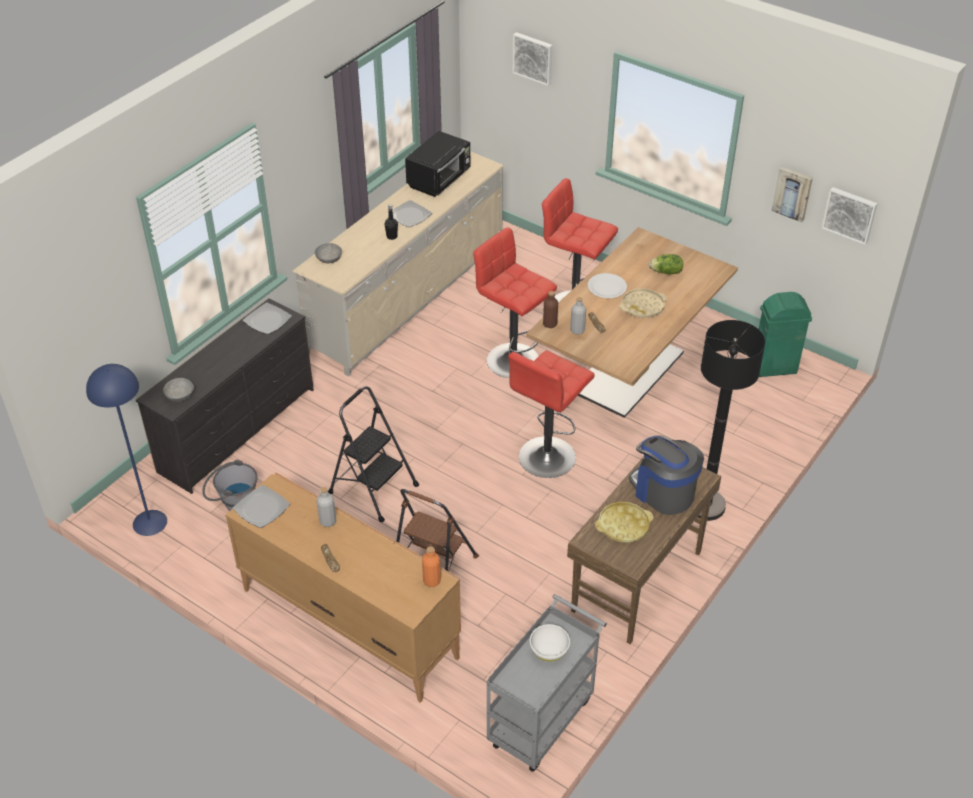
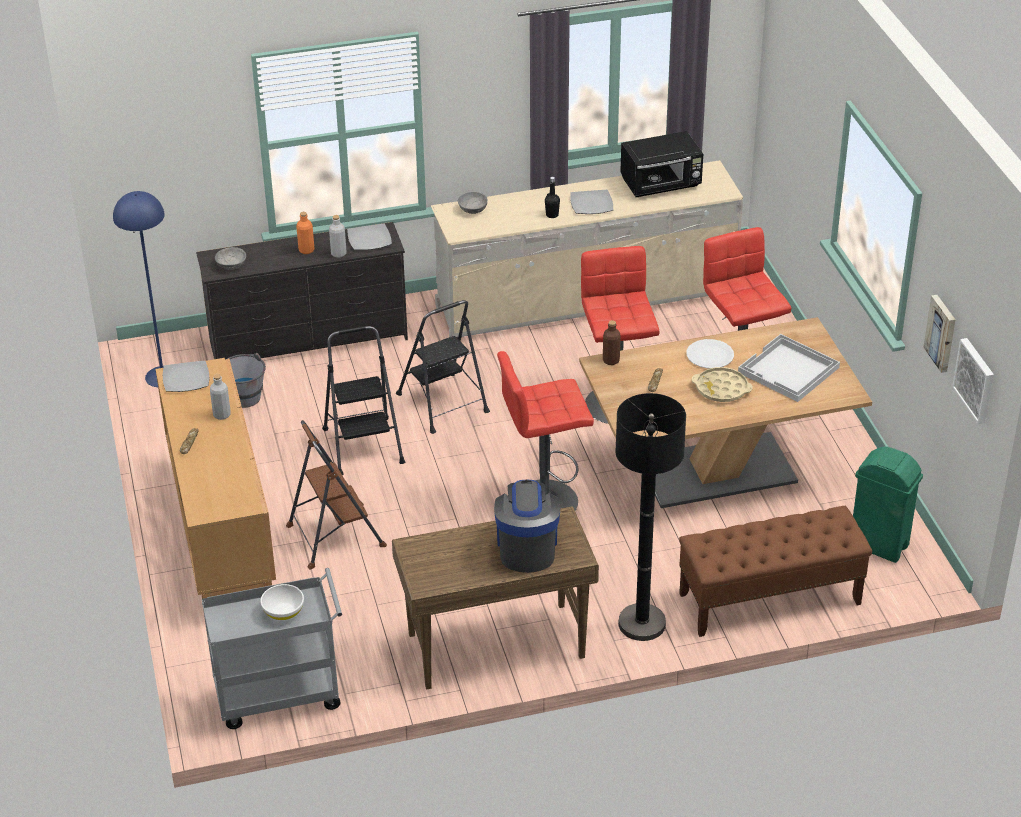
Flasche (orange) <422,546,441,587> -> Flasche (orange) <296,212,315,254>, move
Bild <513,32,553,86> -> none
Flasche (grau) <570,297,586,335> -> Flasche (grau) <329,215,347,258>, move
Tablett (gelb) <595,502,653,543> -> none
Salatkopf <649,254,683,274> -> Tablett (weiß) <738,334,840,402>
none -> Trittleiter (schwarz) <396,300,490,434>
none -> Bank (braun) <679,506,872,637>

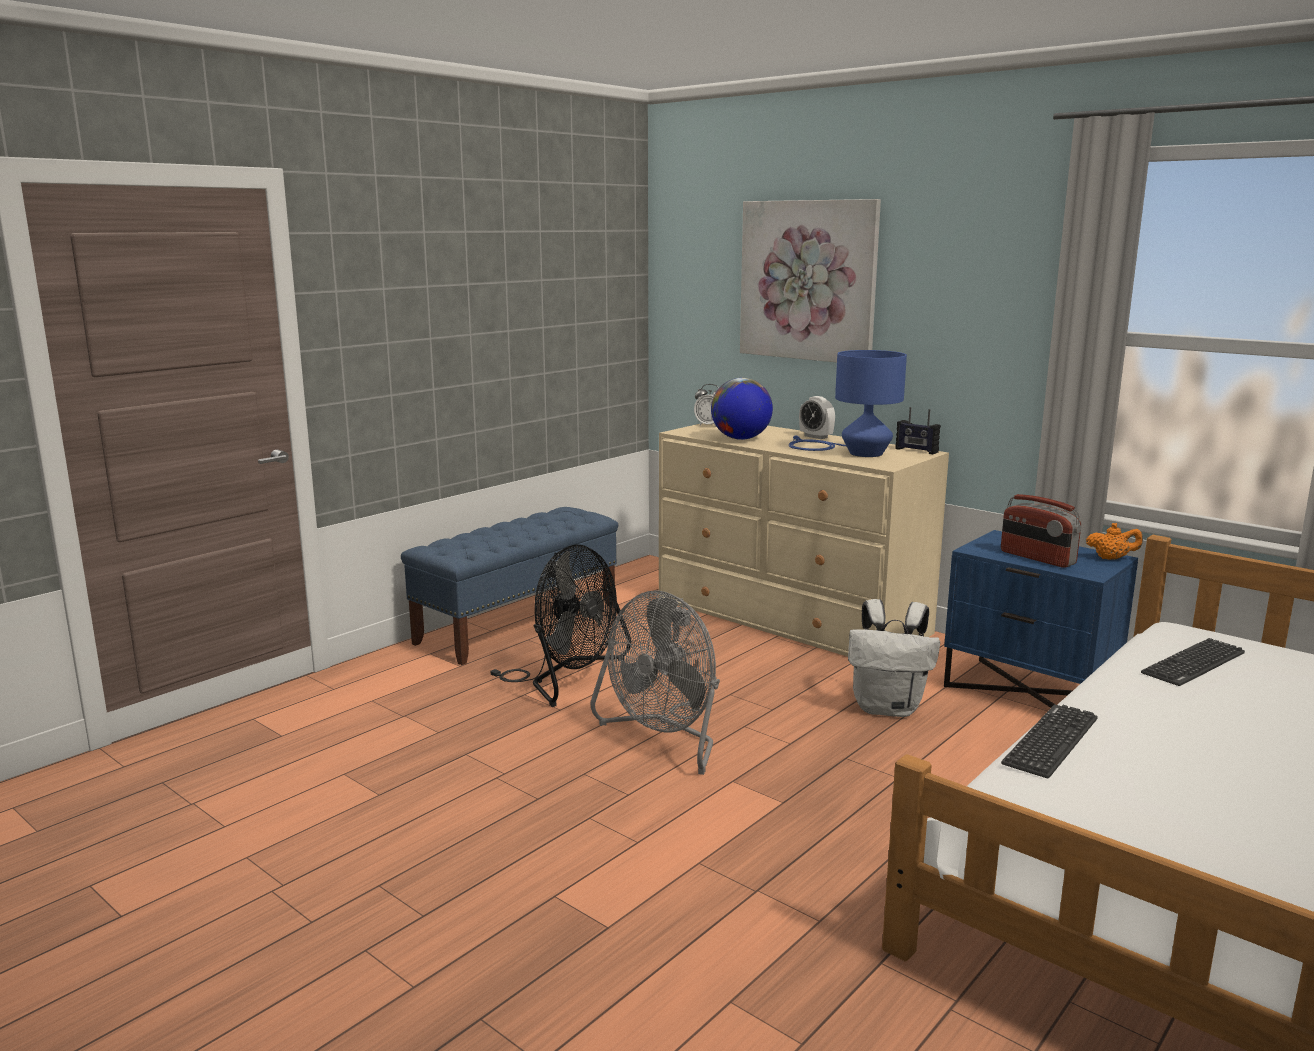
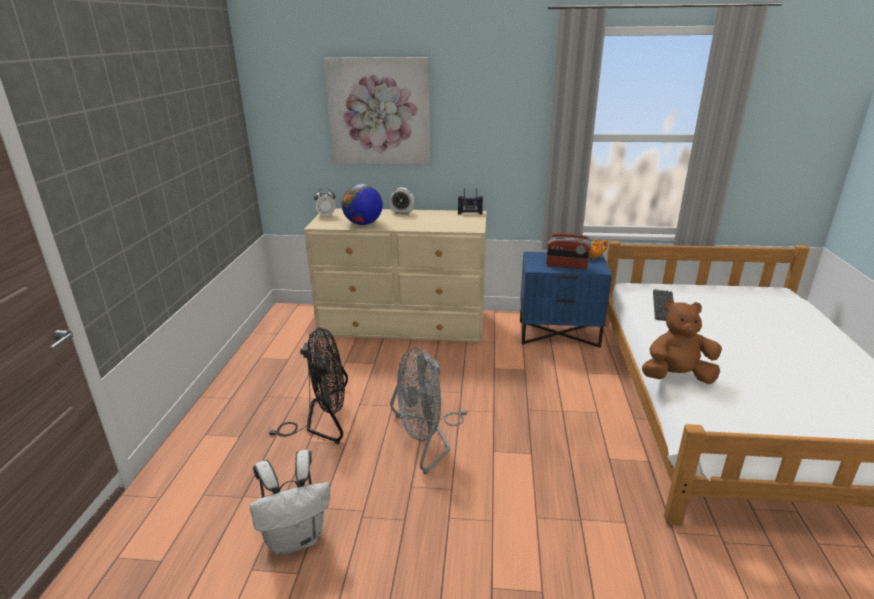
Bank (blau) <401,507,618,665> -> none
Ventilator (grau) <591,591,720,775> -> Ventilator (grau) <390,347,468,475>, 60 degrees clockwise
Tischlampe (blau) <789,350,907,457> -> none
Rucksack (weiß) <848,599,940,717> -> Rucksack (weiß) <250,450,330,555>, move
Tastatur <1001,704,1098,778> -> Plüschtier (braun) <642,300,722,384>

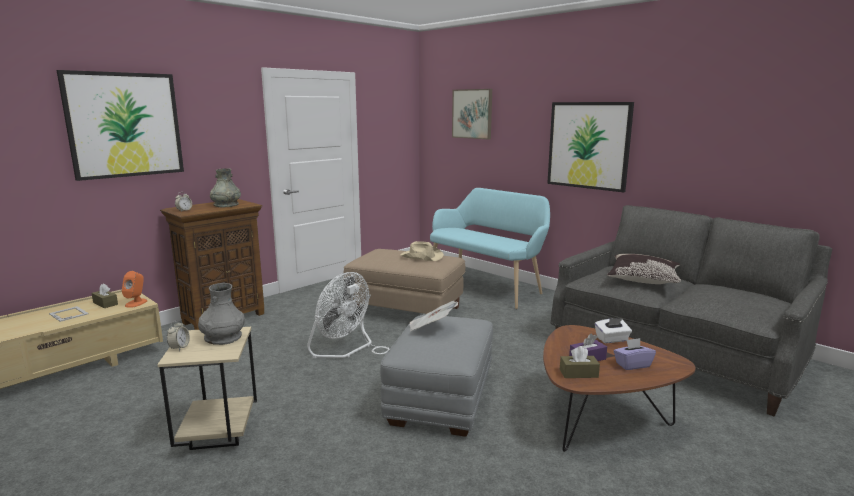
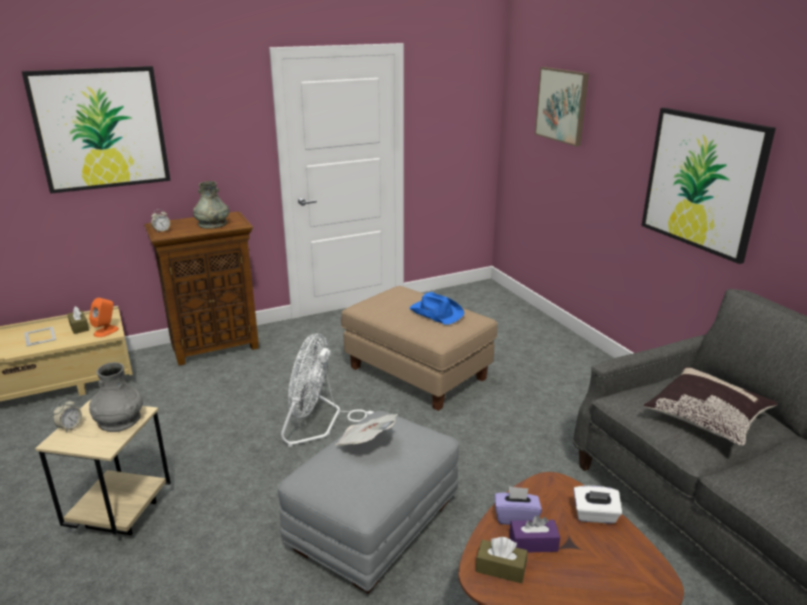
Ventilator (weiß) <307,272,389,358> -> Ventilator (weiß) <281,333,374,447>, 45 degrees counterclockwise
Hut (beige) <400,241,444,261> -> Hut (blau) <409,292,464,325>
Bank (türkis) <430,188,550,309> -> none
Taschentuchbox (lila) <613,338,656,370> -> Taschentuchbox (lila) <495,486,542,525>, move

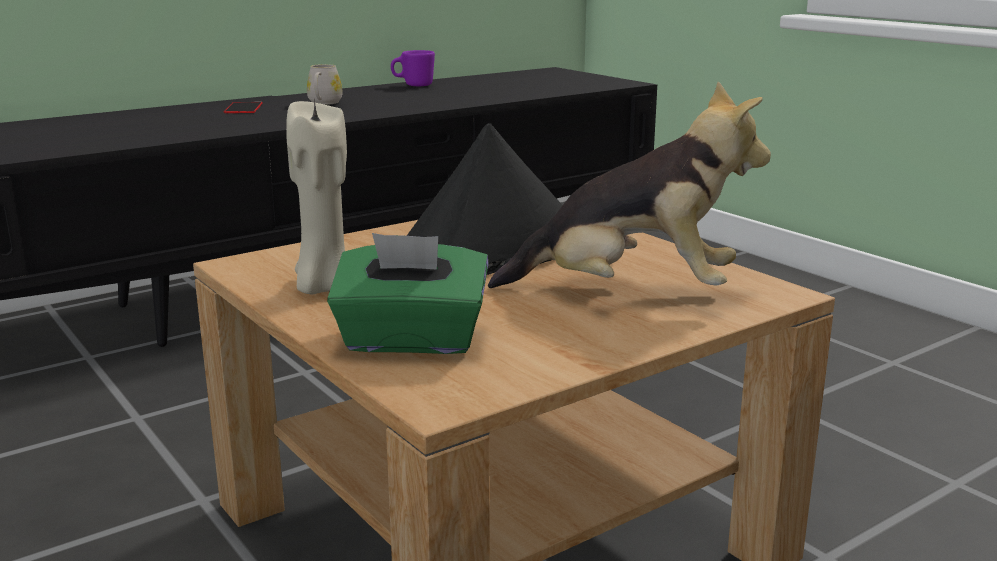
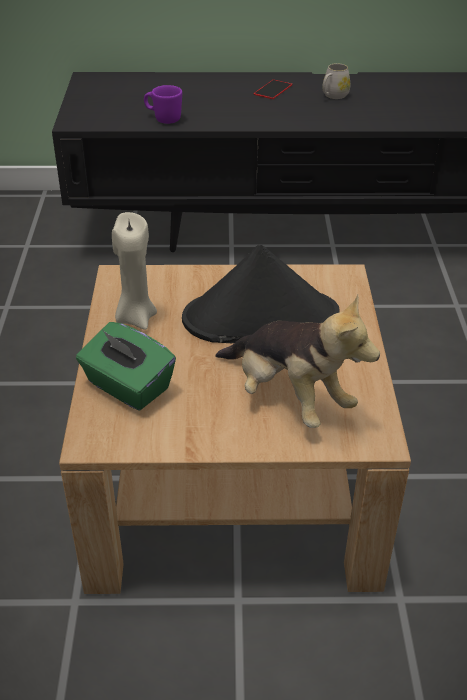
Henkelbecher (lila) <391,50,435,86> -> Henkelbecher (lila) <144,85,182,124>, move

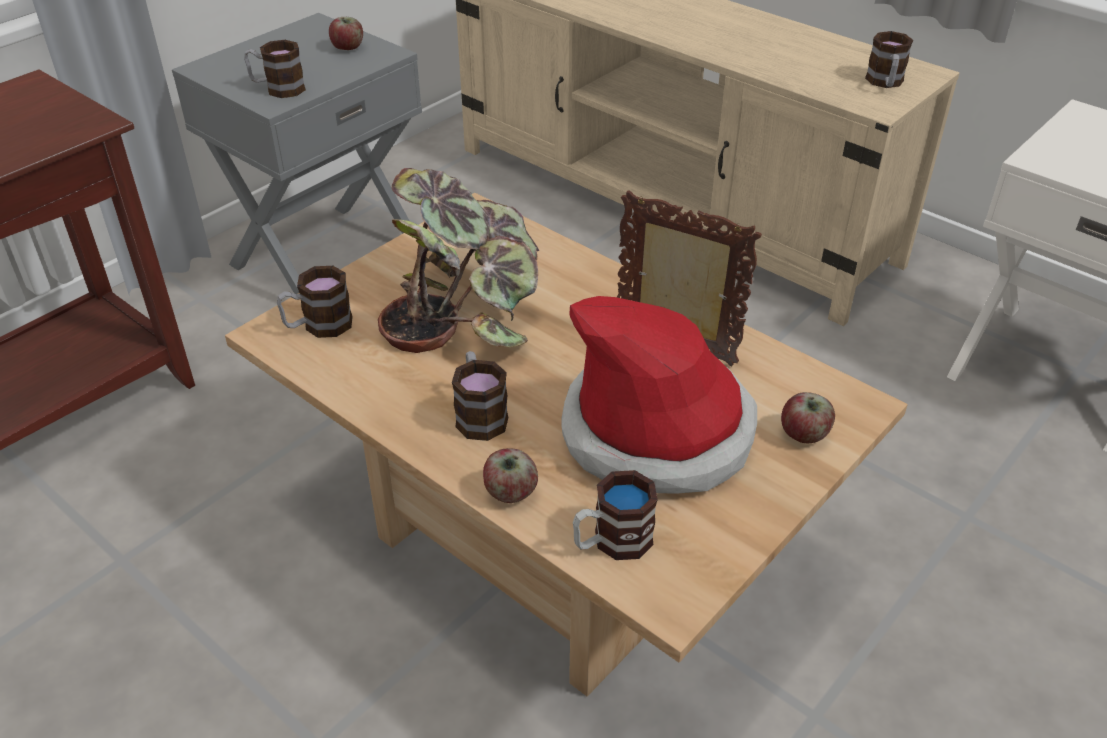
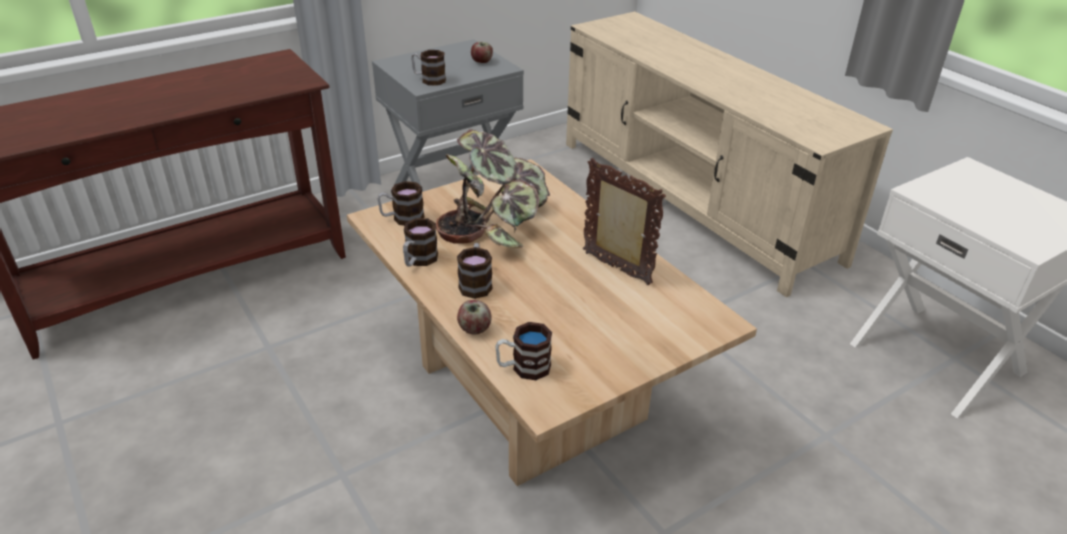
Hut <562,296,757,494> -> none
Apfel <781,392,835,443> -> none
Henkelbecher <865,31,913,88> -> Henkelbecher <403,218,438,267>, move

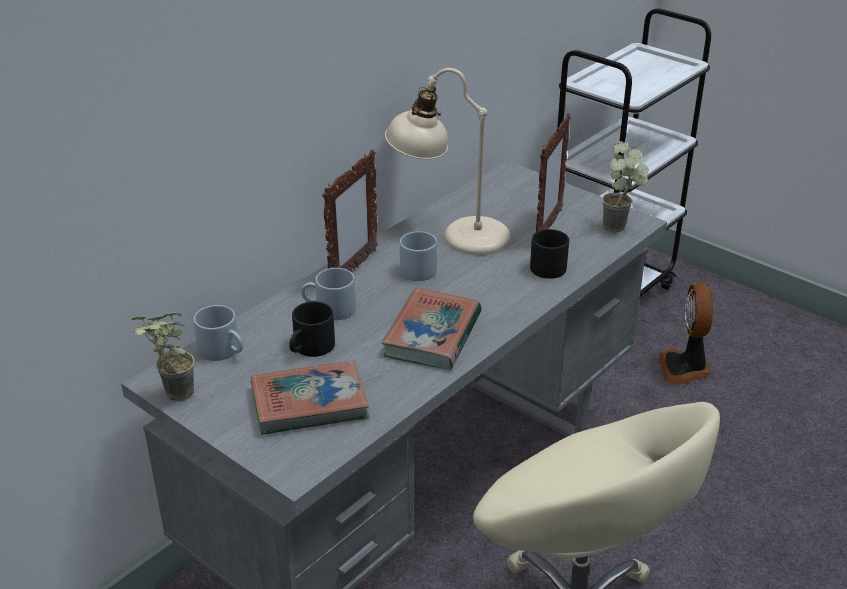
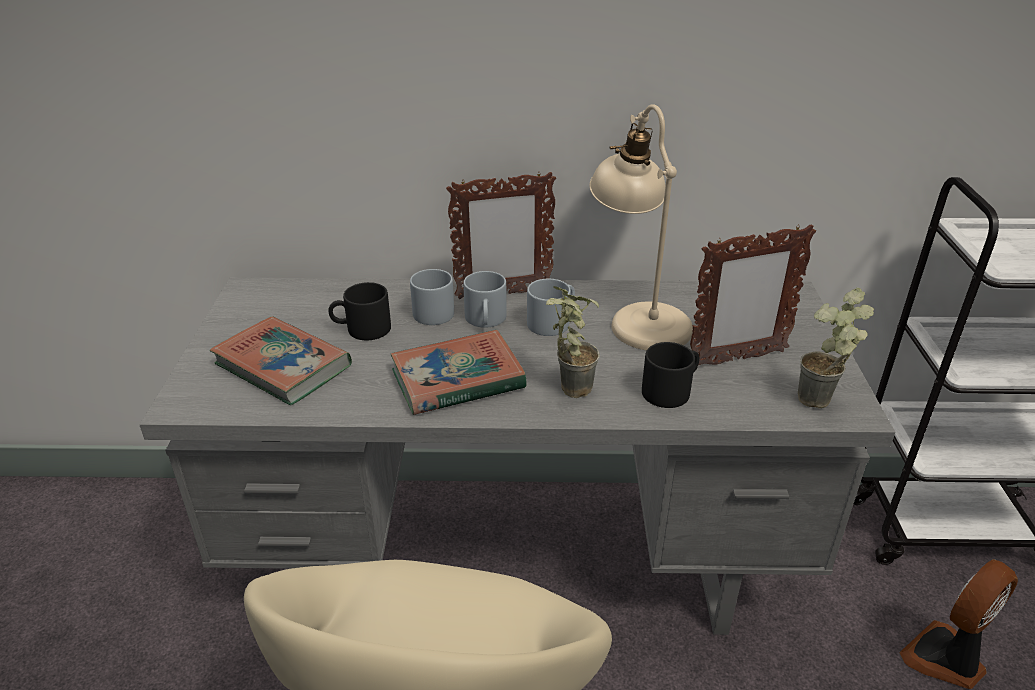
Topfpflanze <131,313,194,402> -> Topfpflanze <546,286,600,398>, move
Henkelbecher (grau) <193,305,243,361> -> Henkelbecher (grau) <463,271,507,328>, move

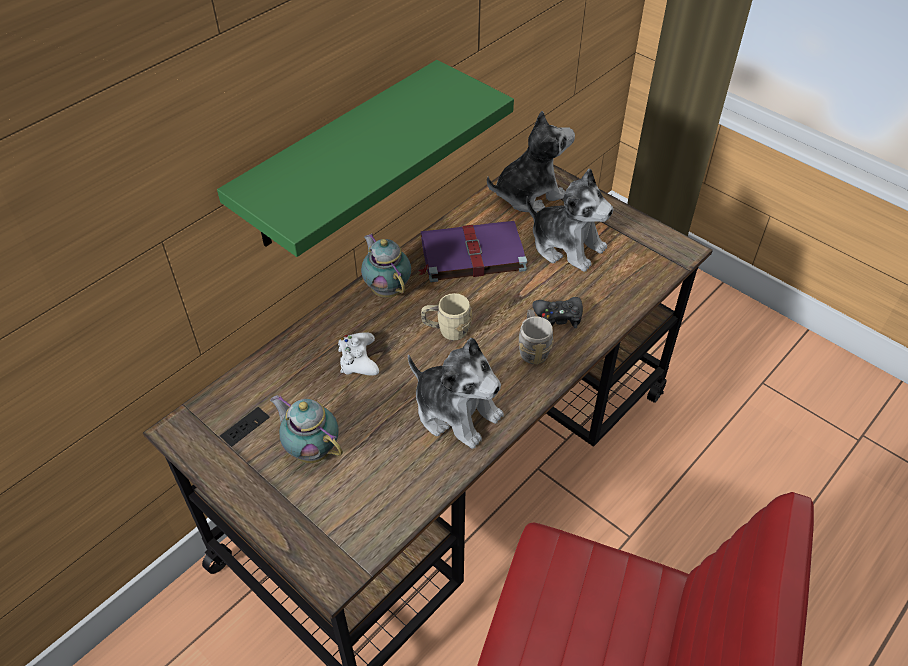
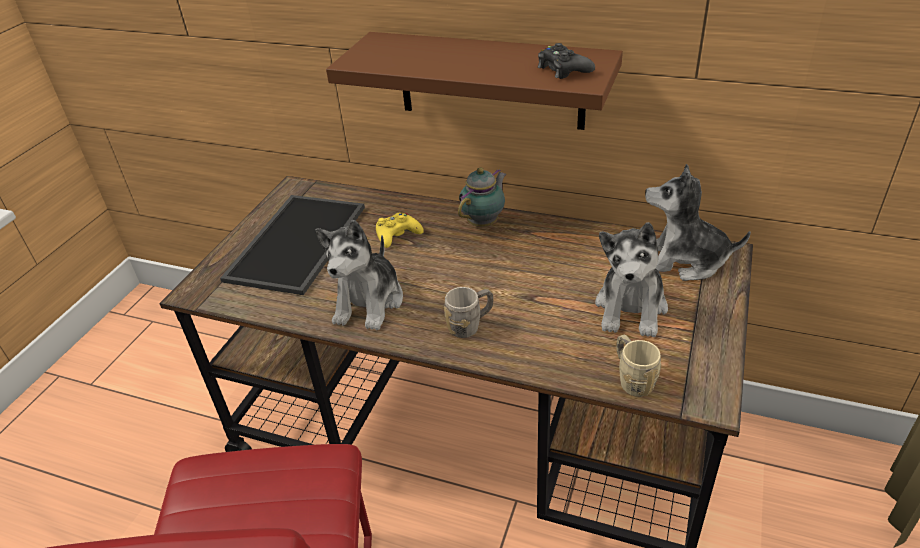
Wandregal (grün) <217,60,514,257> -> Wandregal (braun) <326,32,623,130>
Teekanne <270,395,343,463> -> Tablett <220,195,365,295>
Gamepad (weiß) <338,332,379,375> -> Gamepad (gelb) <376,212,424,248>
Buch (lila) <418,221,527,282> -> none
Henkelbecher (beige) <421,293,472,340> -> Henkelbecher (beige) <616,335,661,397>, move
Plüschtier <487,111,575,212> -> Plüschtier <645,164,751,281>, 150 degrees clockwise
Gamepad (schwarz) <532,297,583,328> -> Gamepad (schwarz) <538,43,595,79>, move

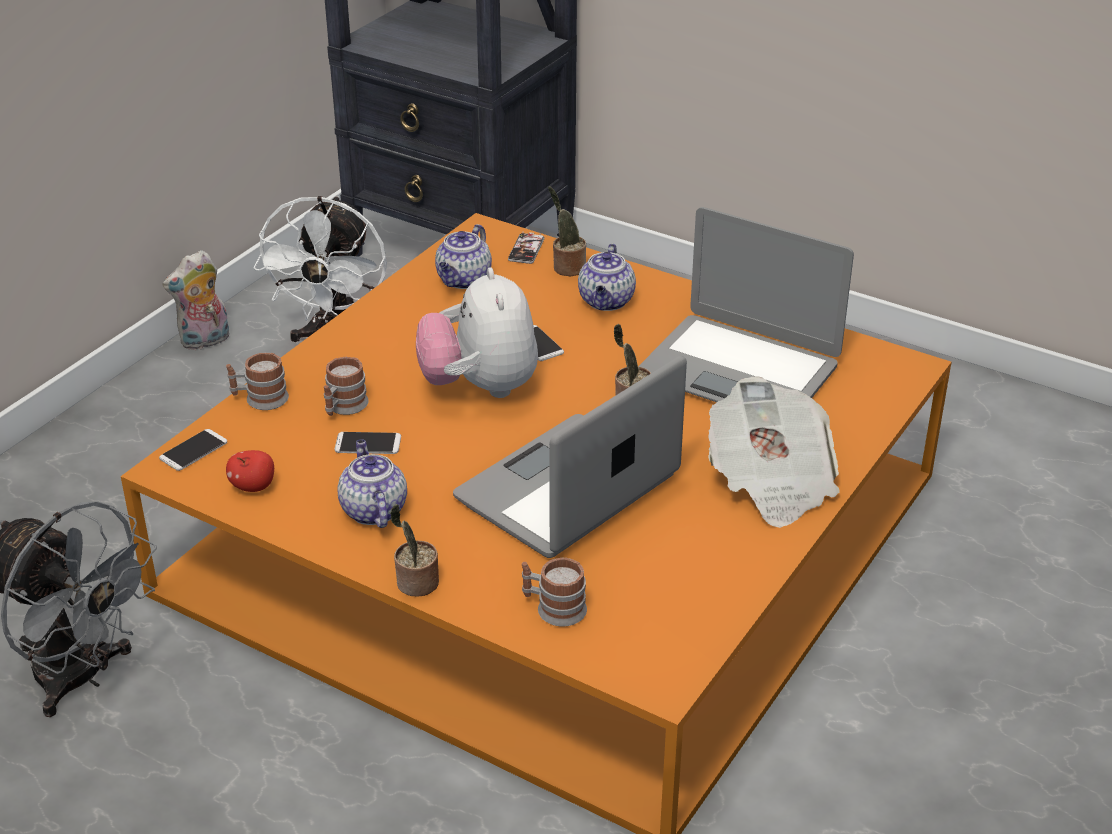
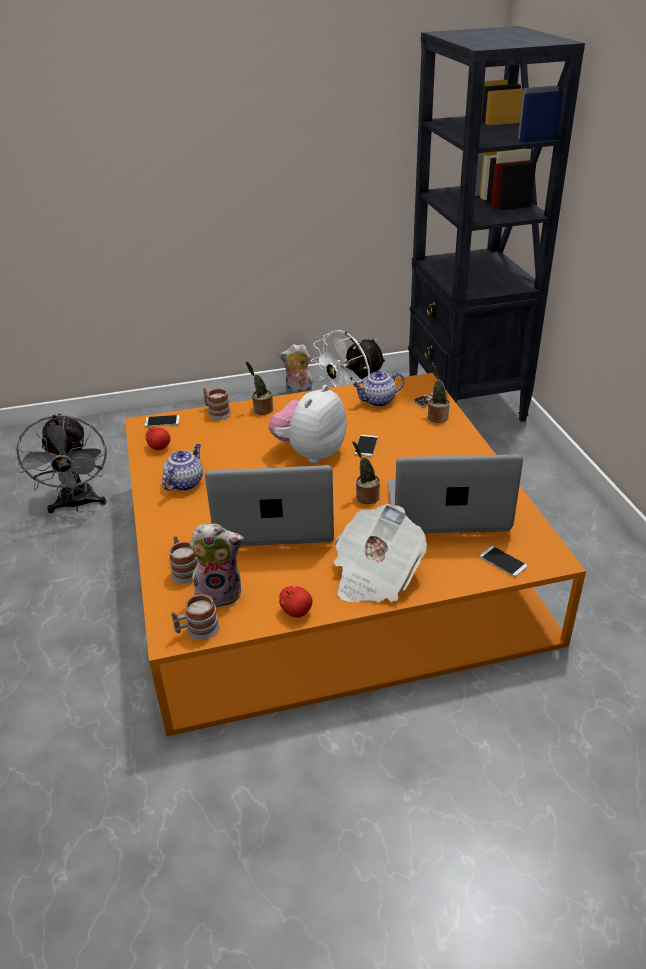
Henkelbecher <324,357,369,416> -> Henkelbecher <171,594,220,640>, move
Handy <334,432,401,454> -> Handy <480,546,527,577>, move
Topfpflanze <390,504,439,597> -> Topfpflanze <246,361,273,415>, move
Teekanne <578,243,636,311> -> none
Laptop <638,207,854,402> -> Laptop <388,454,523,533>, 105 degrees clockwise
none -> Plüschtier <190,523,244,608>
none -> Apfel <279,586,312,618>

